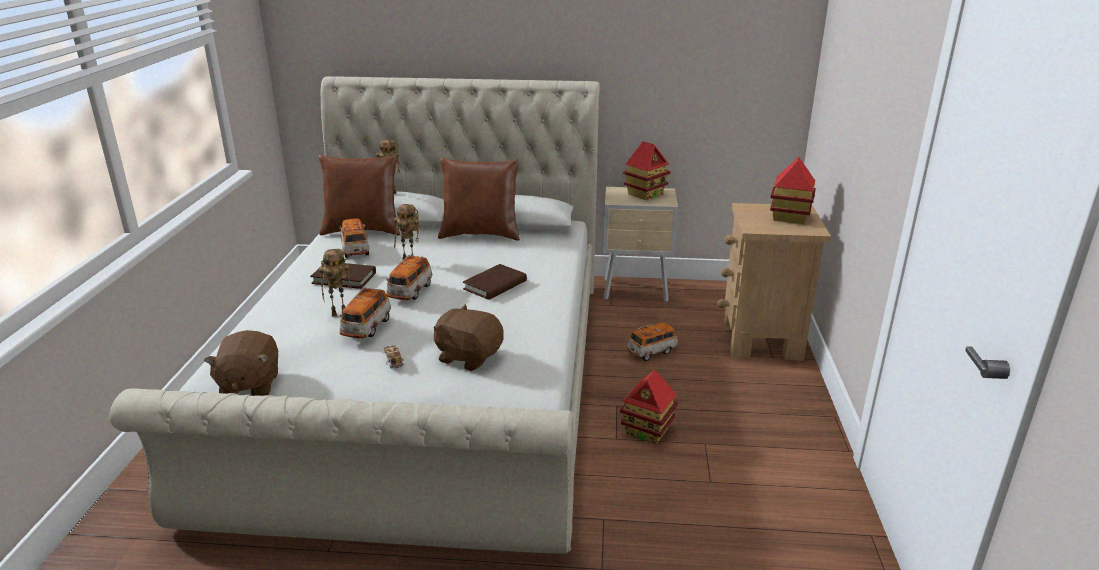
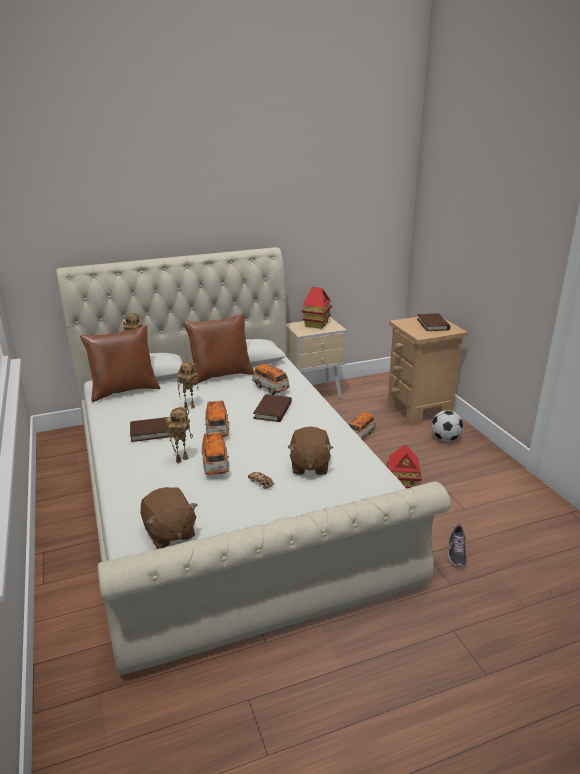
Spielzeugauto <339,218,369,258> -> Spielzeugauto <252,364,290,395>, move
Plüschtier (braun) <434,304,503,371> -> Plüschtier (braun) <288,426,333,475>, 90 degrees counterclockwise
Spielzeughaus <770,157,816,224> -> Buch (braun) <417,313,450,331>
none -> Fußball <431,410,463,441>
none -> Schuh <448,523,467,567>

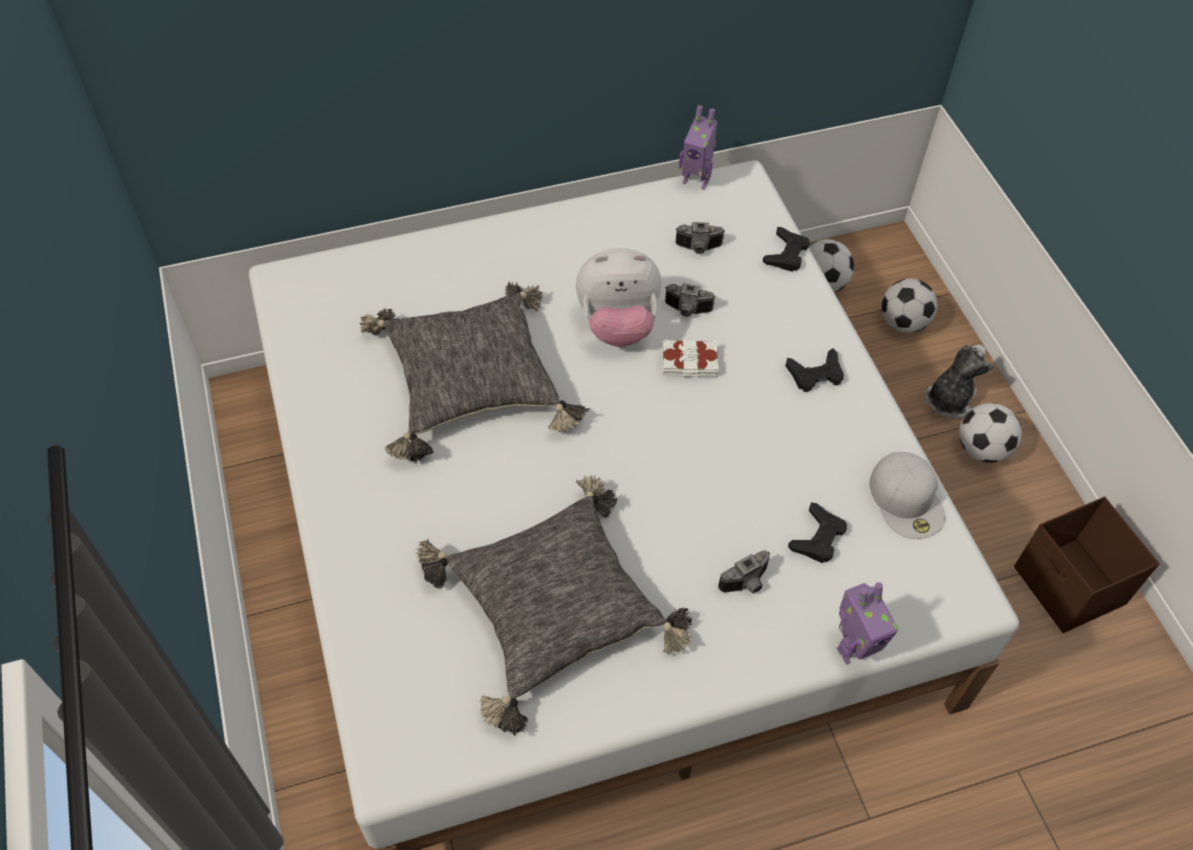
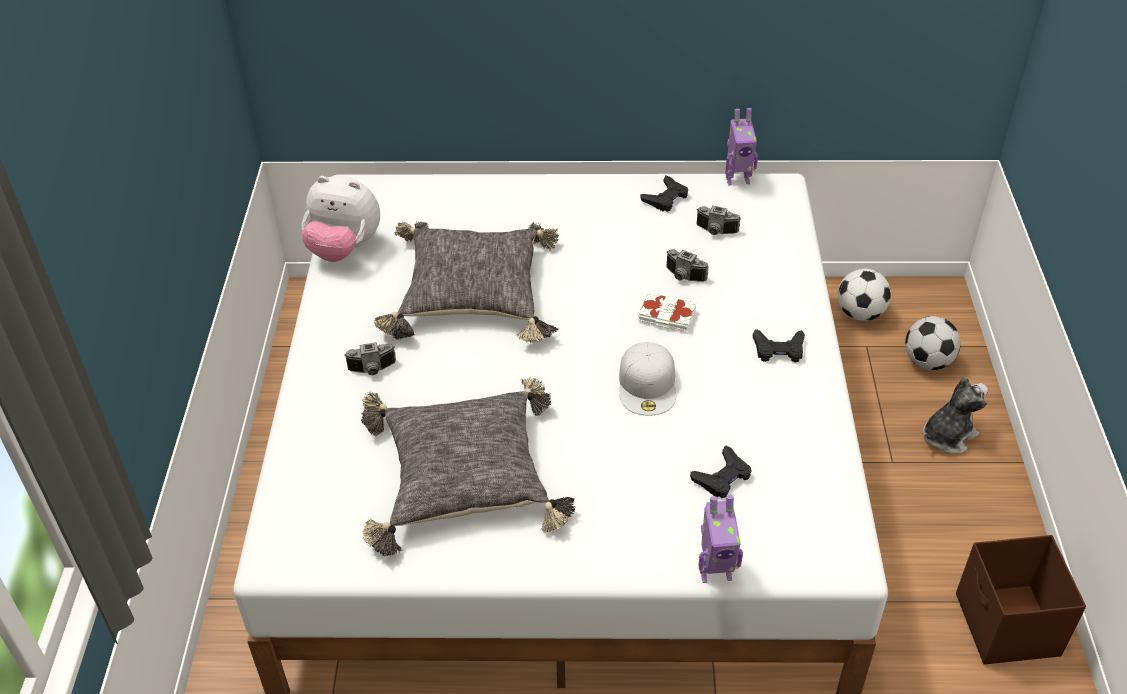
Plüschtier <576,248,662,347> -> Plüschtier <301,176,380,262>, move
Spielzeugroboter <679,105,717,190> -> Spielzeugroboter <725,108,758,186>, 45 degrees counterclockwise
Kamera <718,550,770,593> -> Kamera <344,342,396,375>, move
Gamepad (schwarz) <763,227,810,272> -> Gamepad (schwarz) <640,175,688,212>, move
Kappe (weiß) <869,452,945,539> -> Kappe (weiß) <619,342,676,416>, move
Fußball <959,403,1022,463> -> none

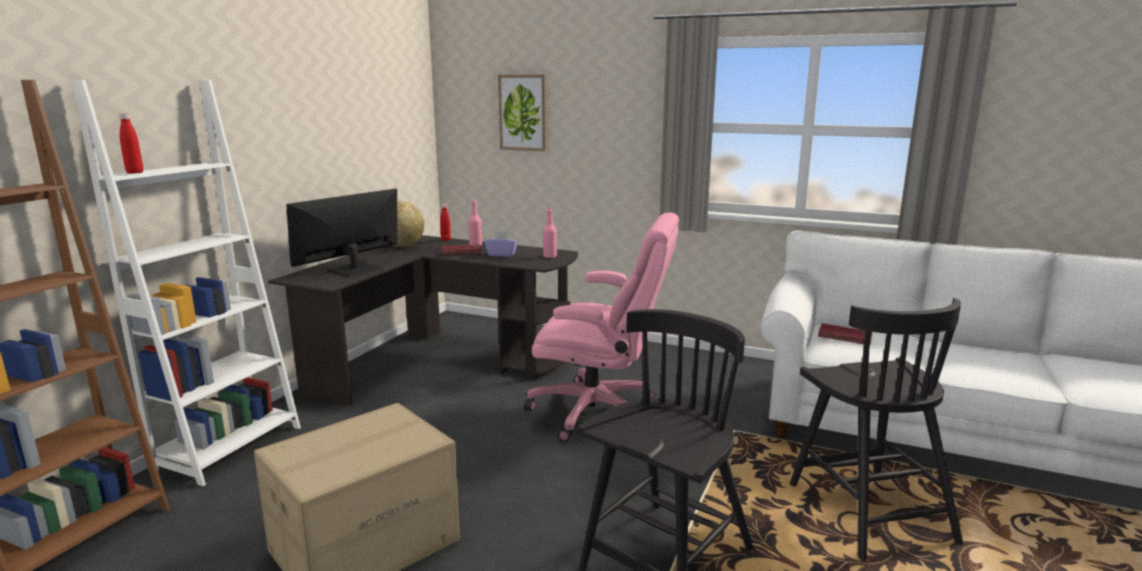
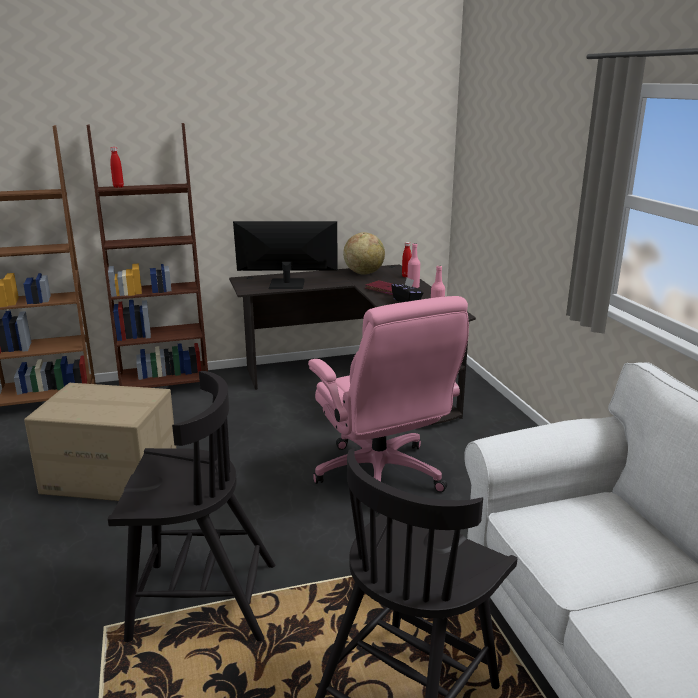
Bücherregal (weiß) <72,80,301,486> -> Bücherregal (braun) <87,123,208,388>
Taschentuchbox (lila) <484,231,518,257> -> Taschentuchbox (schwarz) <391,278,424,302>
Bild <498,75,547,151> -> none
Buch (rot) <818,323,872,344> -> none

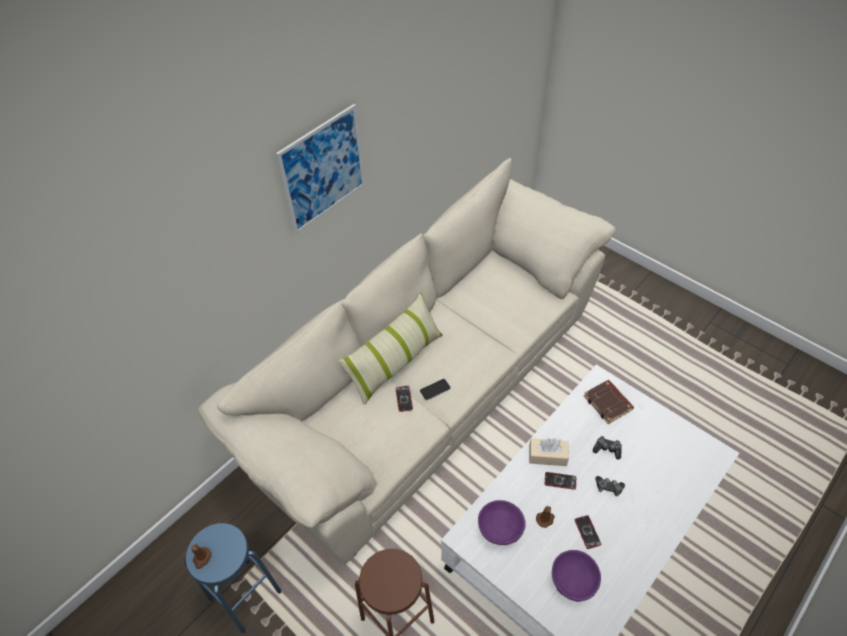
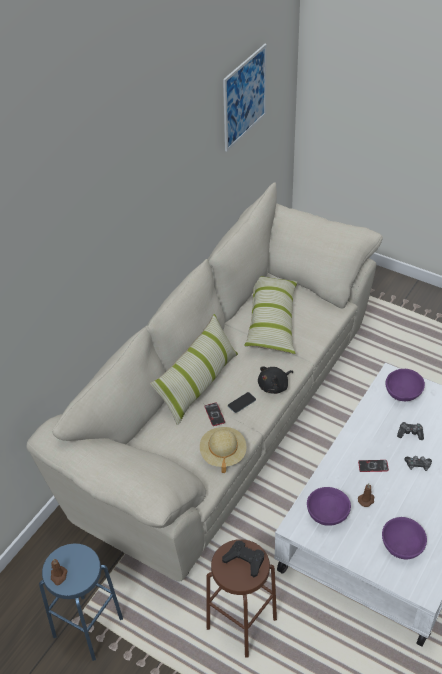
Bild <276,104,365,234> -> Bild <223,44,267,152>, move
Taschentuchbox (beige) <529,438,569,466> -> none
Handy <575,515,601,549> -> none
Buch (braun) <584,380,634,424> -> Schüssel (lila) <386,369,425,401>
none -> Hut (beige) <200,427,247,473>
none -> Gamepad (schwarz) <222,541,264,578>
none -> Kissen <244,276,298,354>
none -> Plüschtier (schwarz) <258,367,293,394>

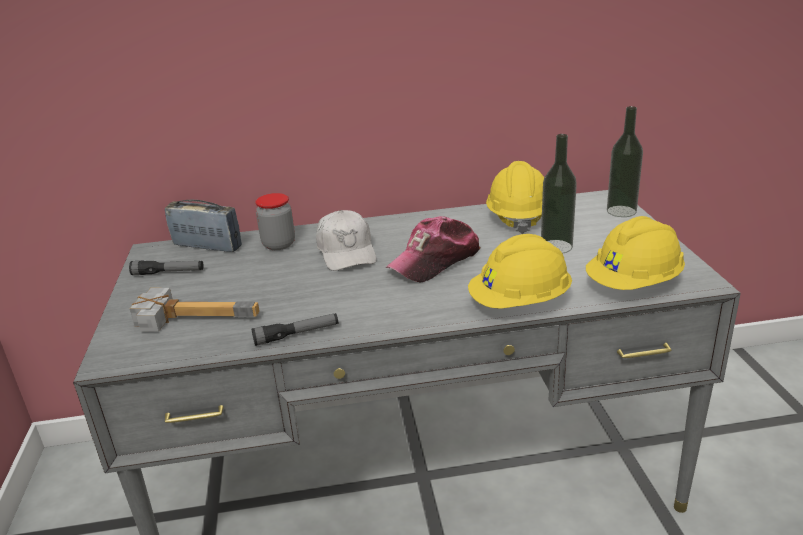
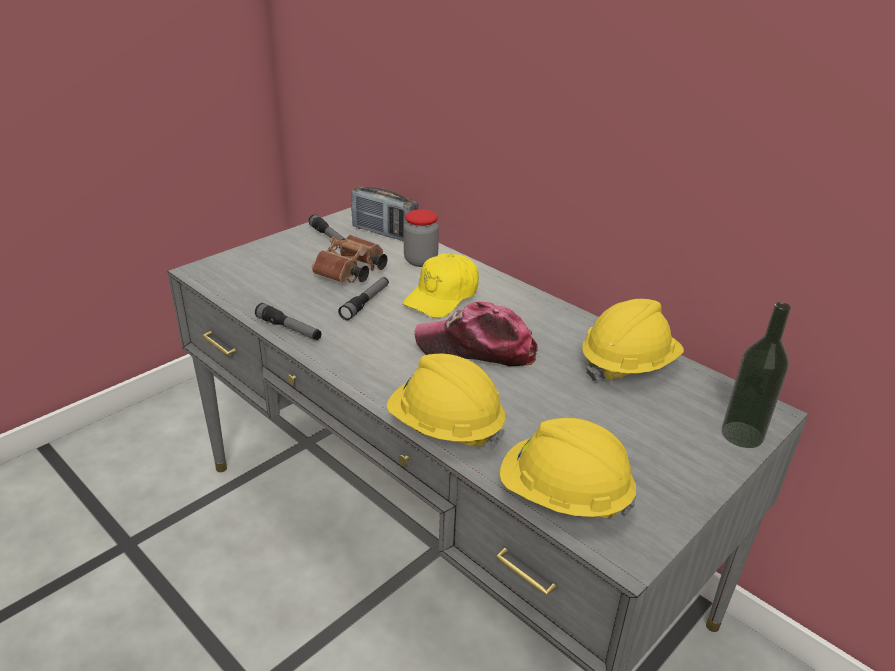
Hammer <130,288,260,332> -> none
Radio <165,200,242,252> -> Radio <351,186,418,242>, 135 degrees clockwise
Kappe (weiß) <316,210,377,271> -> Kappe (gelb) <403,253,479,318>
Flasche <541,134,577,254> -> none
none -> Fernglas (braun) <312,235,388,283>
none -> Taschenlampe <338,277,389,320>

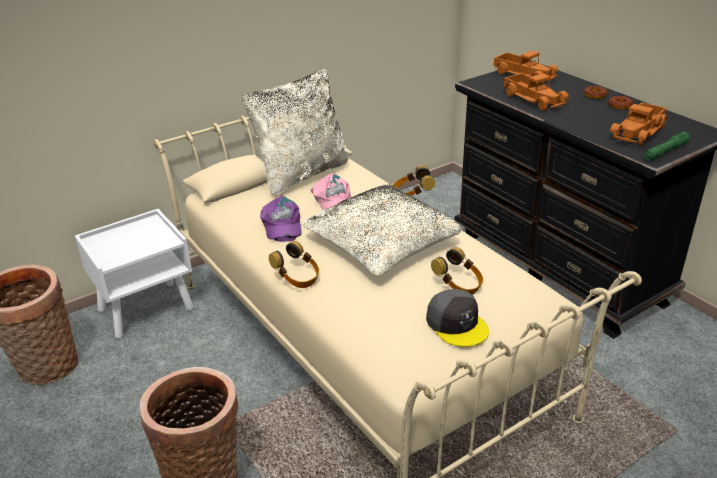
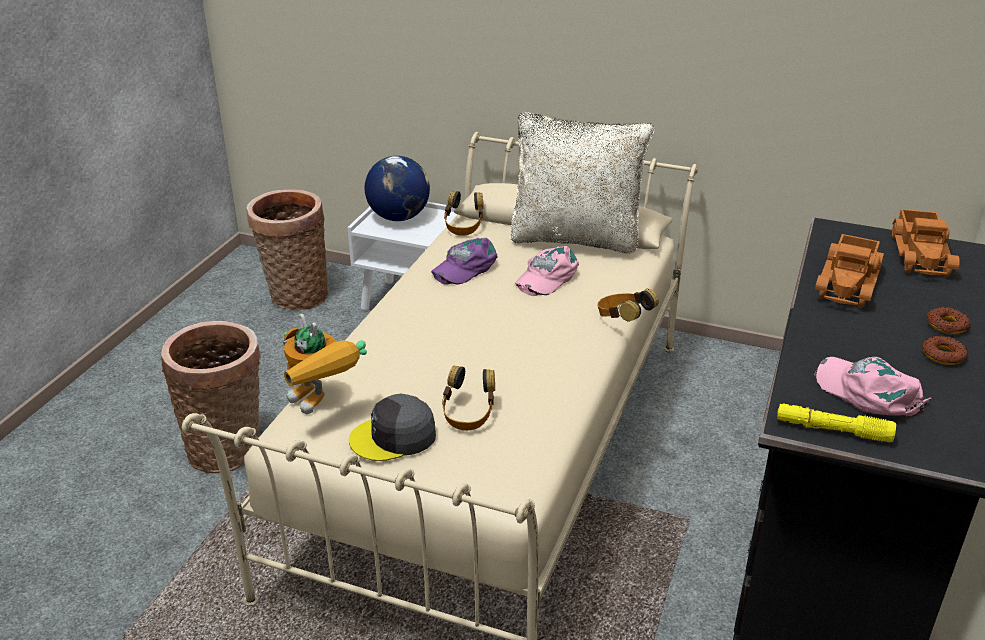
Kopfhörer <269,241,319,288> -> Kopfhörer <444,191,483,236>, move
Kissen (beige) <302,184,462,277> -> none
Kappe (grau) <426,289,489,347> -> Kappe (grau) <349,394,436,461>, 45 degrees clockwise
Spielzeuglaster <610,102,668,146> -> Kappe (rosa) <814,357,932,417>
Taschenlampe (grün) <644,132,690,160> -> Taschenlampe (gelb) <777,403,896,442>
none -> Spielzeugroboter <283,314,367,414>
none -> Globus <364,156,430,221>

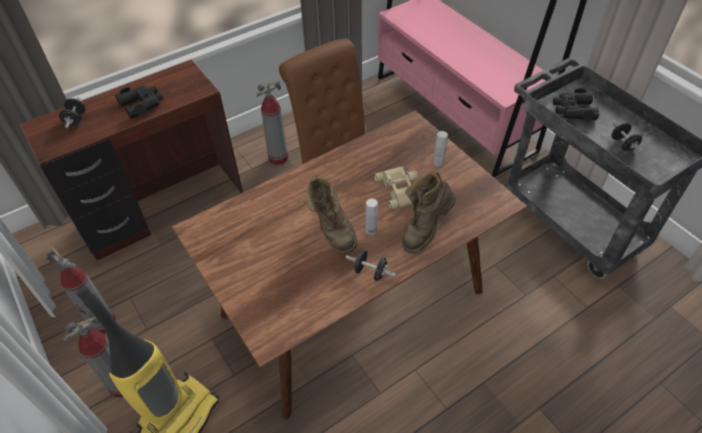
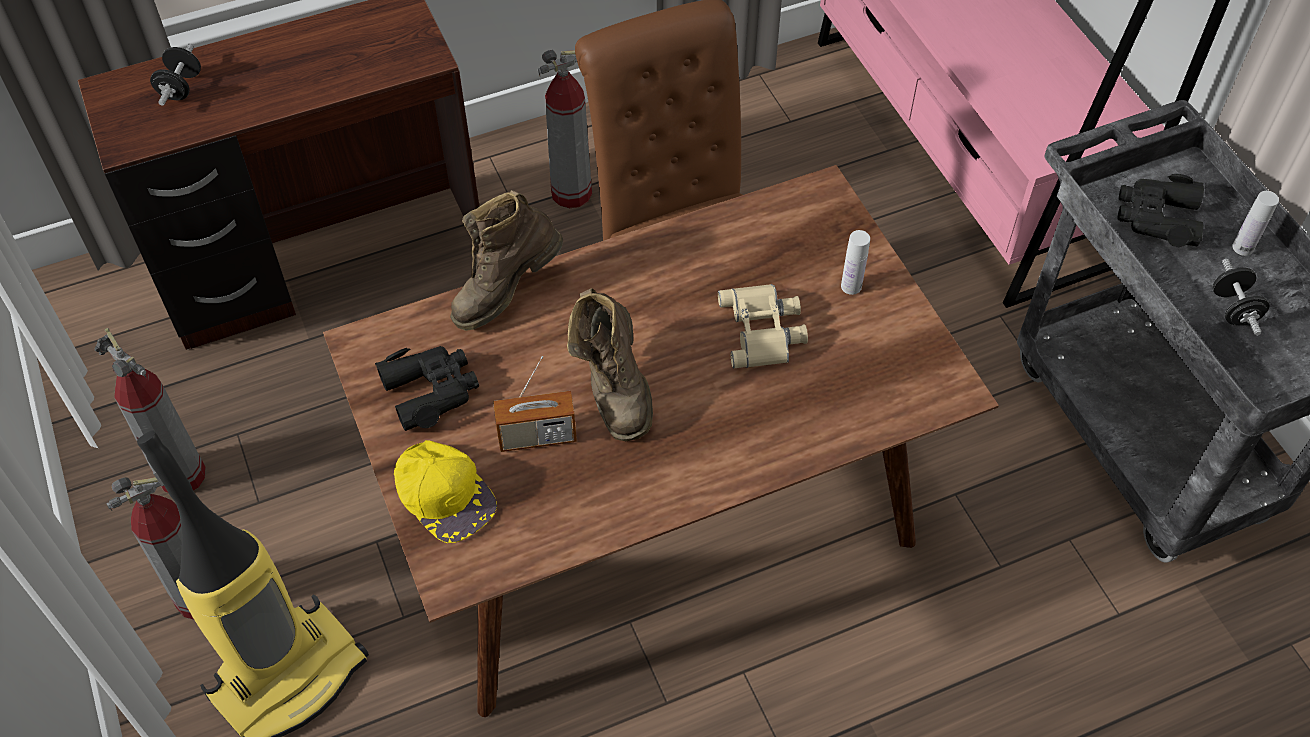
Fernglas (schwarz) <115,85,163,119> -> Fernglas (schwarz) <375,346,479,431>, move
Hantel (schwarz) <346,250,396,281> -> none
Flasche (weiß) <366,199,378,235> -> Flasche (weiß) <1233,191,1279,256>, move
Stiefel (braun) <402,171,456,254> -> Stiefel (braun) <450,190,563,331>, move
none -> Kappe (gelb) <394,440,497,543>
none -> Radio <493,356,577,452>

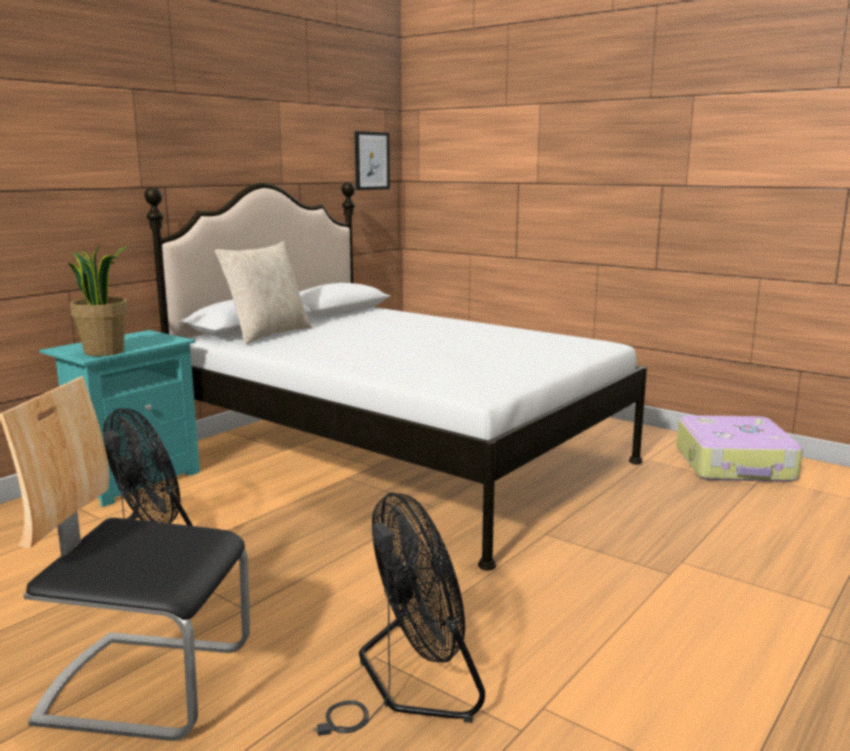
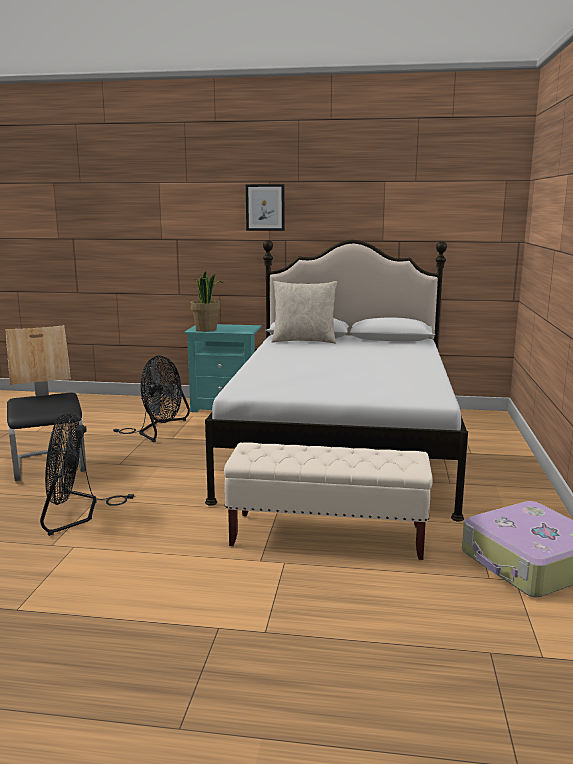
Ventilator (schwarz) <313,492,485,736> -> Ventilator (schwarz) <40,412,136,536>, 135 degrees clockwise
Bild <355,131,390,190> -> Bild <246,184,285,231>, move
none -> Bank (beige) <224,442,433,560>

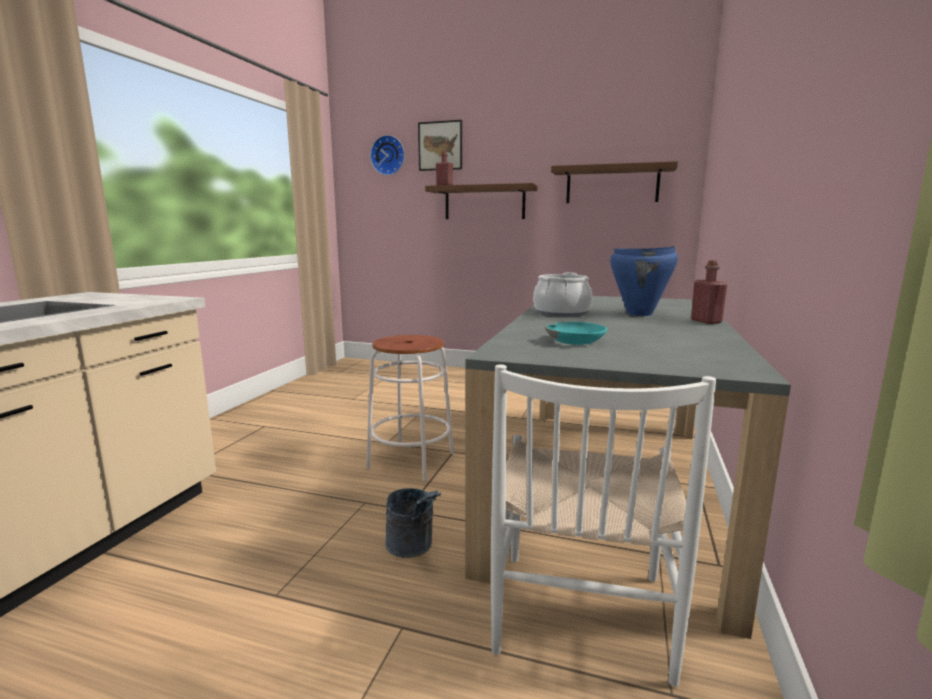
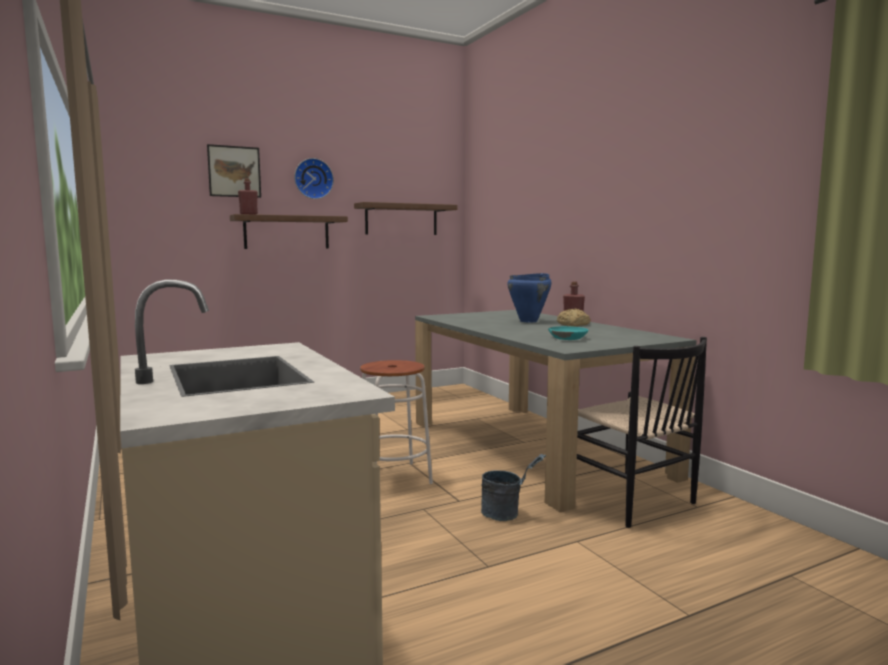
Wanduhr <370,135,405,175> -> Wanduhr <294,158,334,199>, move
Stuhl (weiß) <491,364,716,687> -> Stuhl (schwarz) <577,337,707,528>
Kochtopf <533,272,592,316> -> none
none -> Brot <557,309,591,327>

